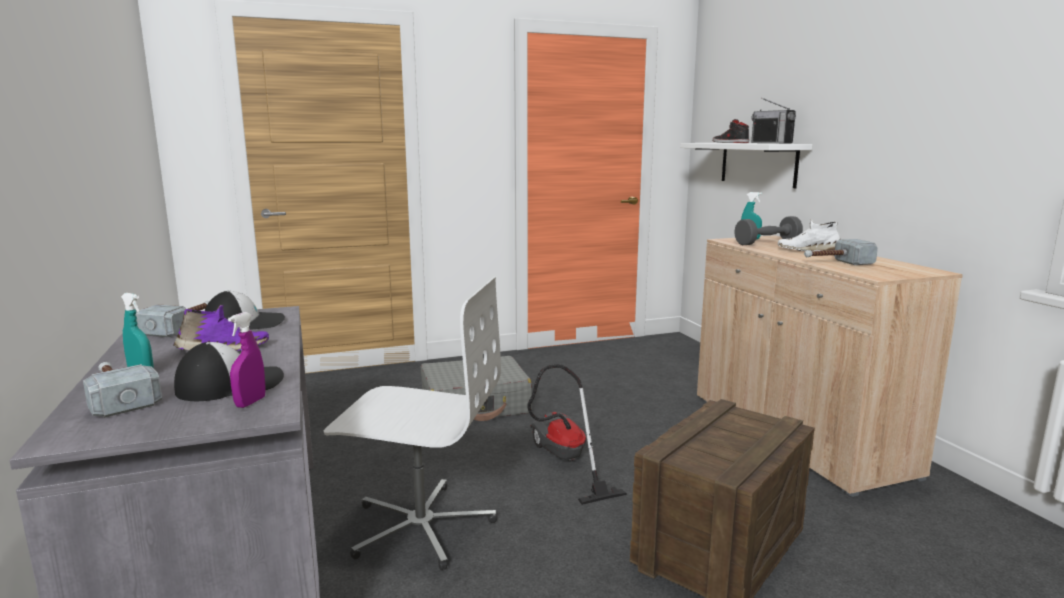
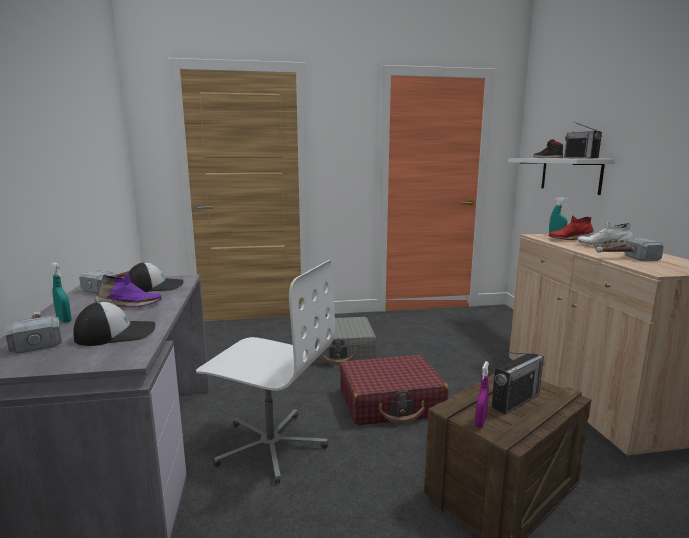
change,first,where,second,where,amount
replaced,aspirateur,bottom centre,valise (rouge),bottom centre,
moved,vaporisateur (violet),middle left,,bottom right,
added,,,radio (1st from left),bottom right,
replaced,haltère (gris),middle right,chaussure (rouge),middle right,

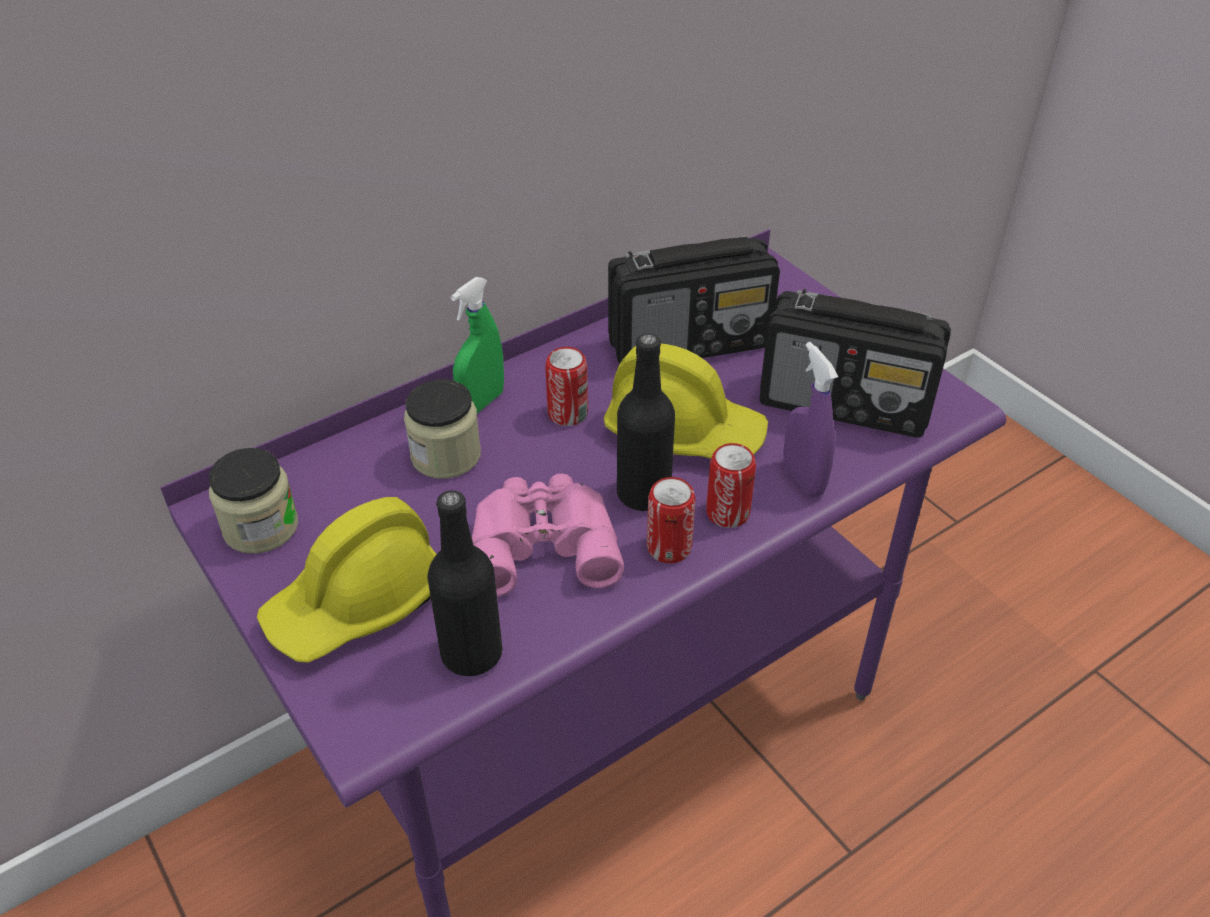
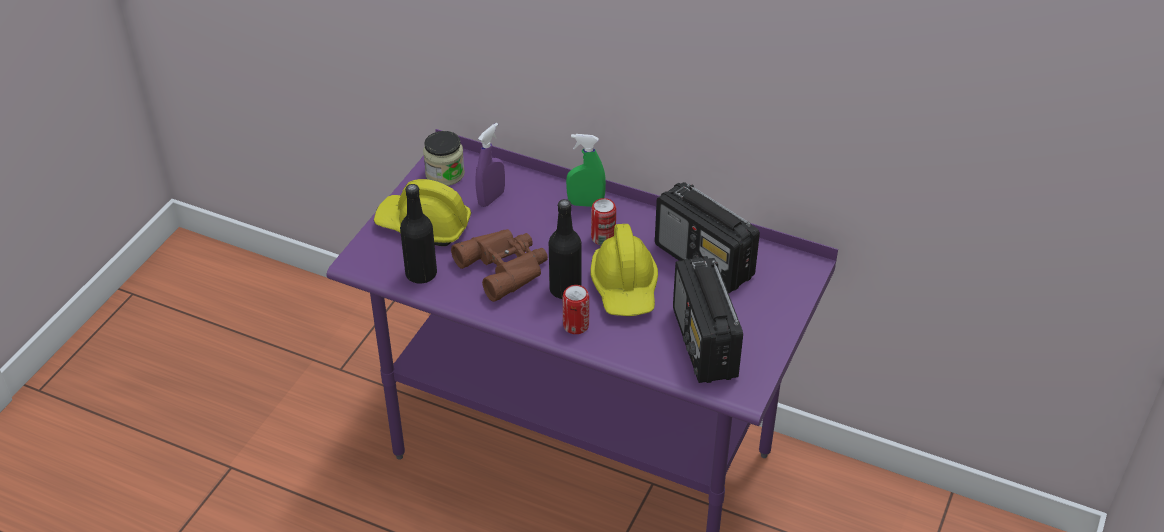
change,first,where,second,where,amount
recoloured,jumelles (rose),centre,jumelles (marron),centre,
moved,vaporisateur (violet),middle right,,top centre,
removed,bocal (2nd from left),centre,,,
removed,boîte métallique (2nd from left),centre,,,

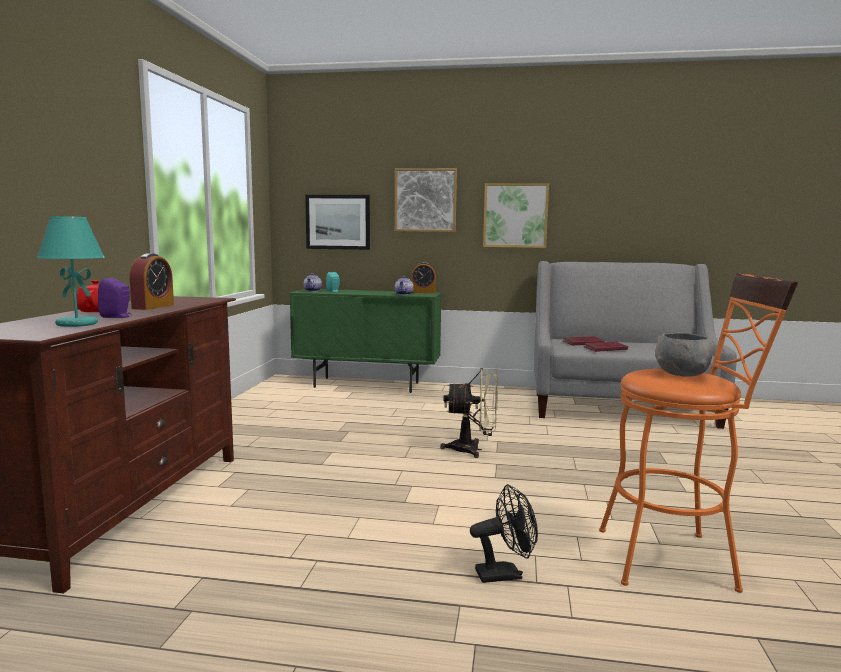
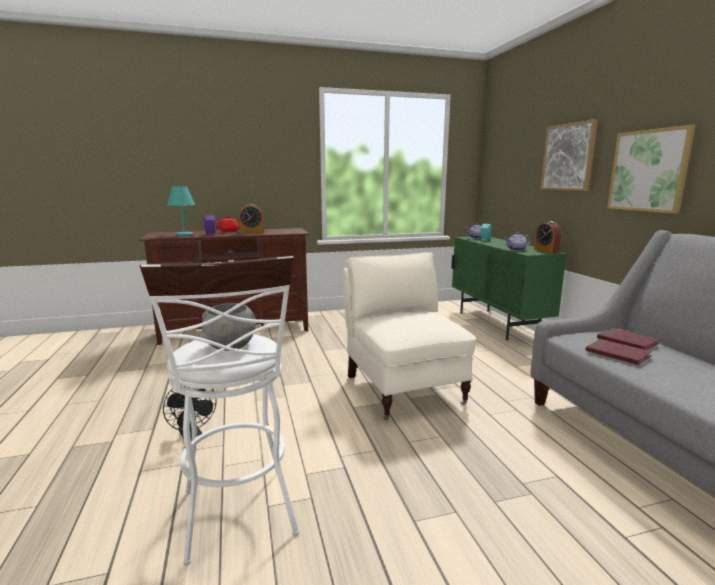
change,first,where,second,where,amount
recoloured,tabouret (orange),middle right,tabouret (blanc),bottom left,
replaced,ventilateur (beige),centre,fauteuil (beige),centre,
removed,tableau (1st from left),top centre,,,

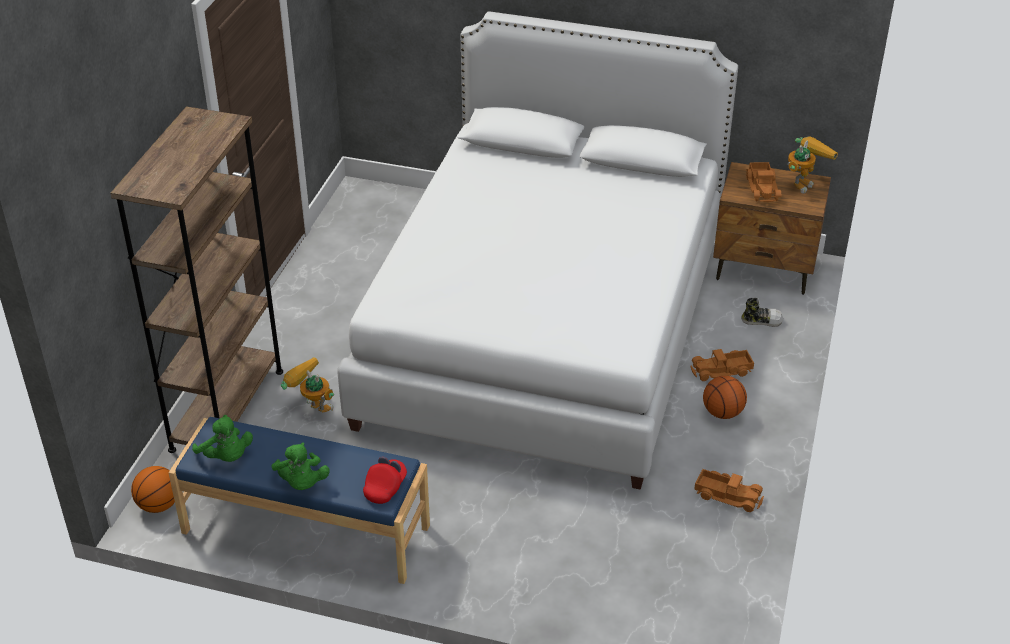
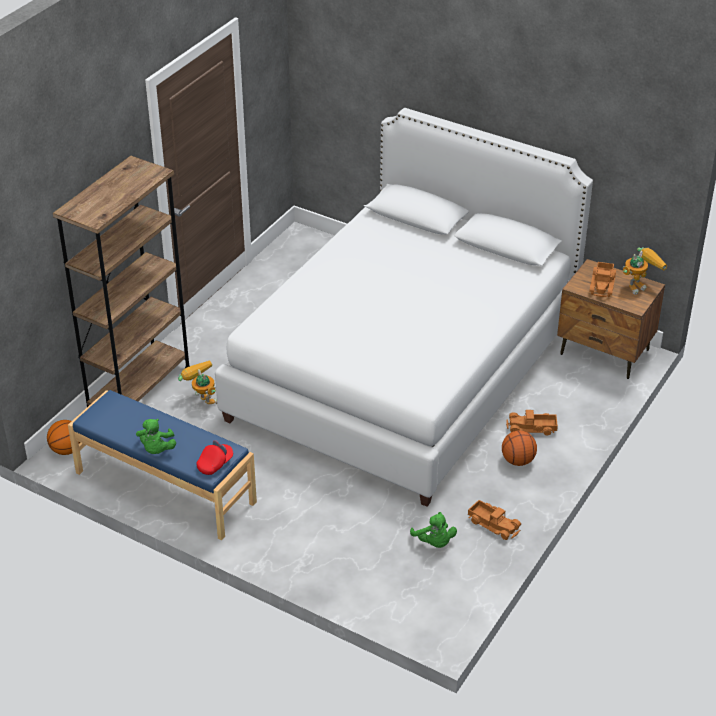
change,first,where,second,where,amount
moved,peluche (vert) (1st from left in the first image),bottom left,peluche (vert) (2nd from left),bottom centre,
removed,chaussure,middle right,,,

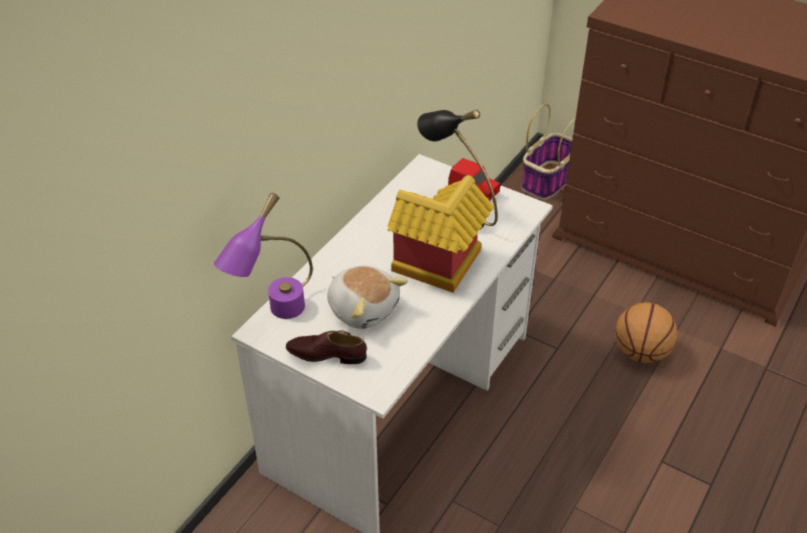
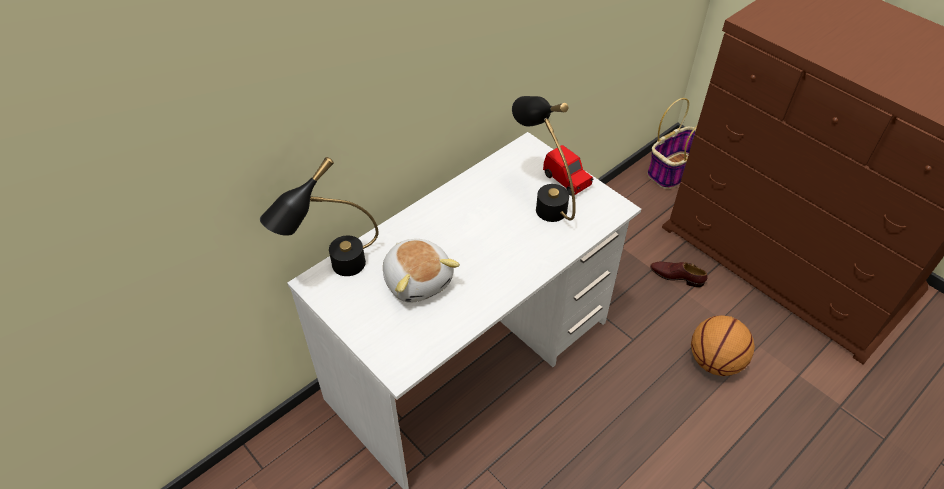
change,first,where,second,where,amount
recoloured,lampe de table (violet),middle left,lampe de table (noir) (1st from left),centre,
moved,chaussure (marron),centre,,middle right,
removed,maison miniature,centre,,,

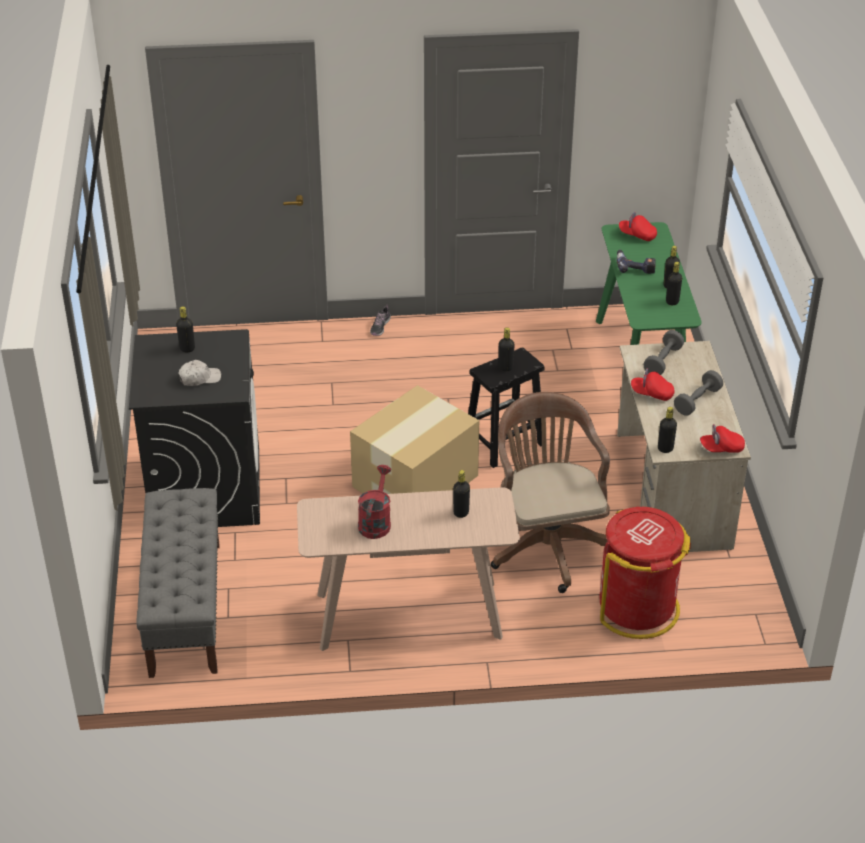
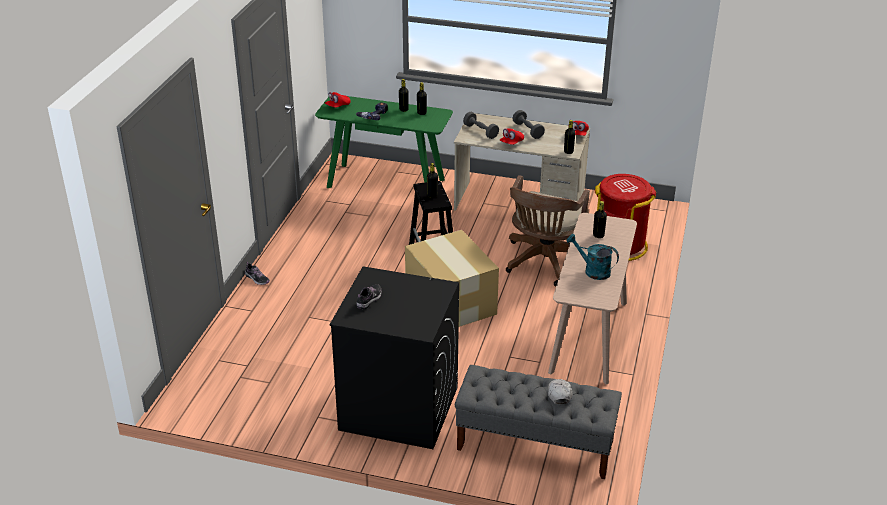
change,first,where,second,where,amount
replaced,bouteille (noir) (1st from left),middle left,chaussure (2nd from left),centre,
turned,chaise de bureau (marron),centre,,centre,75 degrees counterclockwise
moved,casquette (blanc),middle left,,bottom centre,
recoloured,arrosoir (rouge),centre,arrosoir (turquoise),middle right,

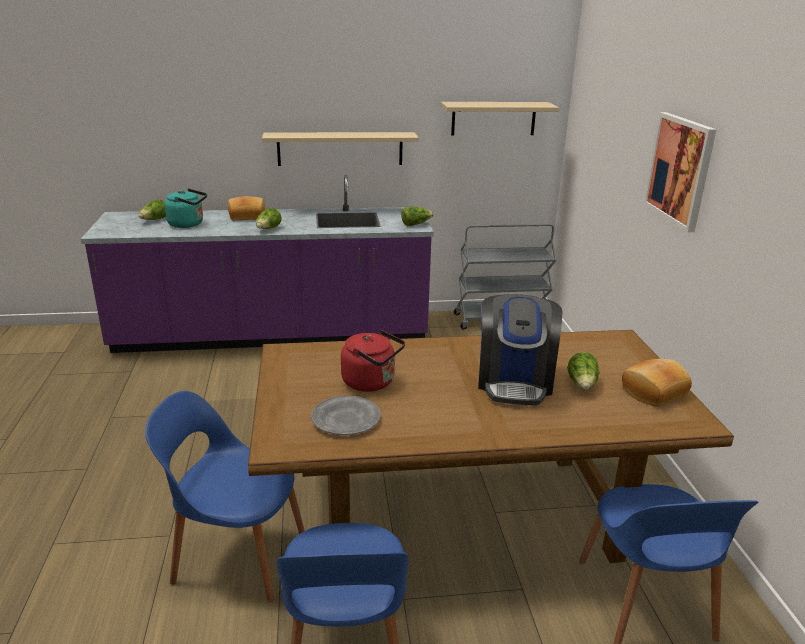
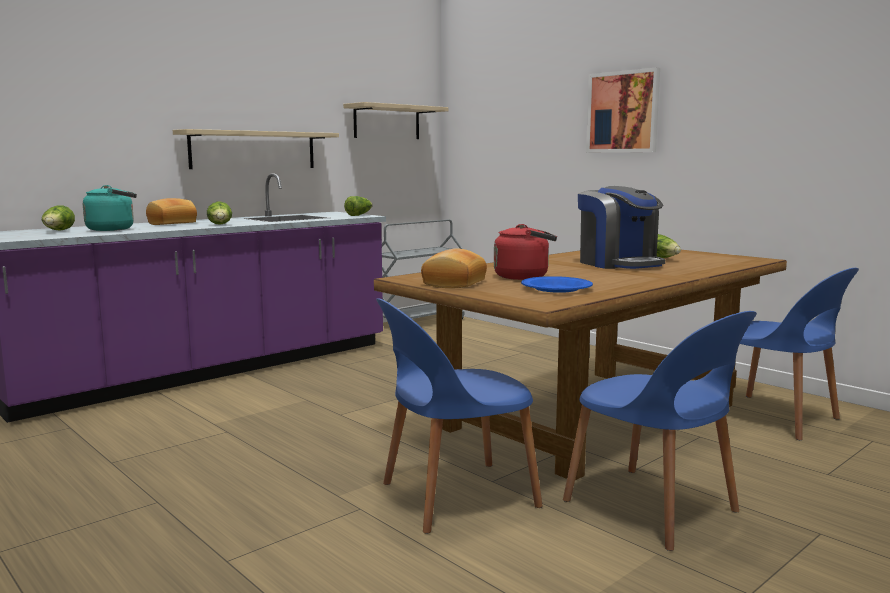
change,first,where,second,where,amount
moved,pain (2nd from left),middle right,,centre,
recoloured,assiette (gris),centre,assiette (bleu),centre,

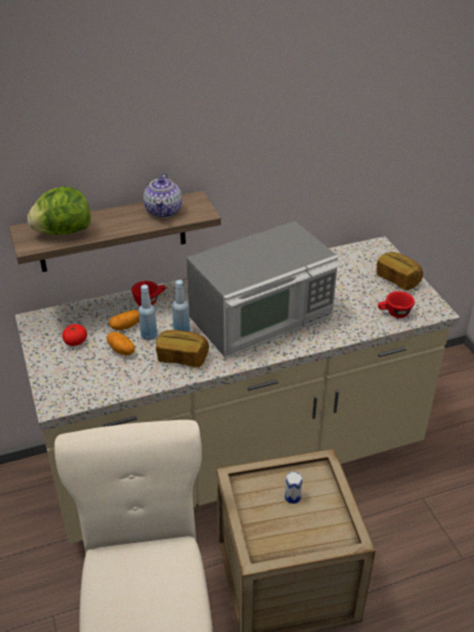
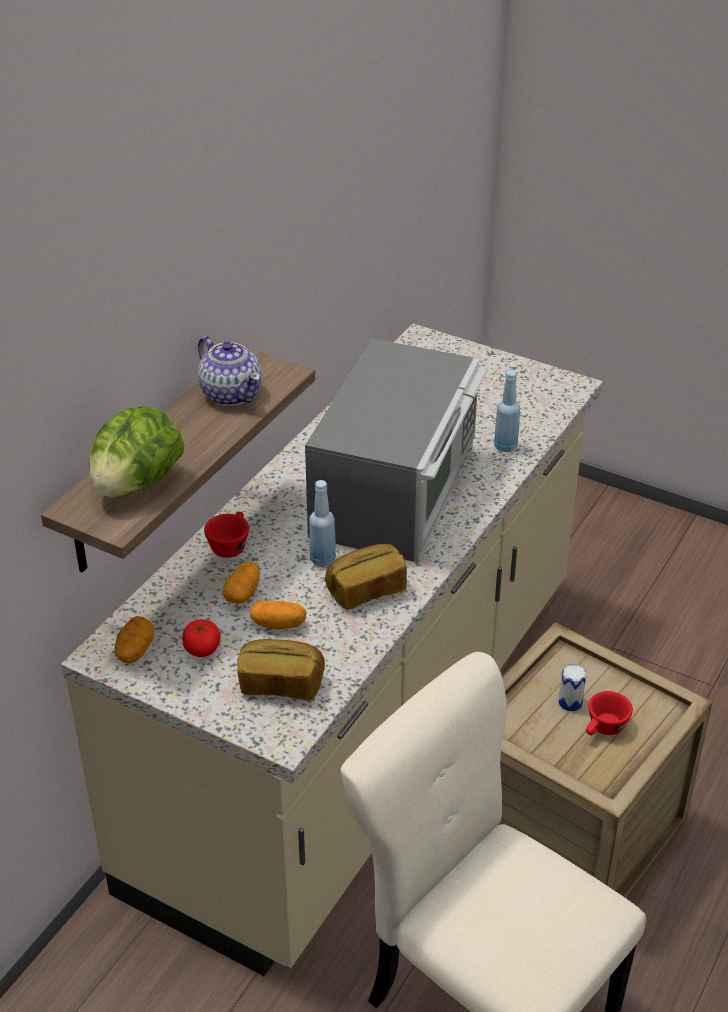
change,first,where,second,where,amount
added,,,pomme de terre (1st from left),middle left,
moved,pain (2nd from left in the first image),middle right,pain (1st from left),centre,
moved,bouteille (bleu) (1st from left in the first image),middle left,bouteille (bleu) (2nd from left),middle right,
moved,tasse (rouge) (2nd from left),middle right,,bottom right,

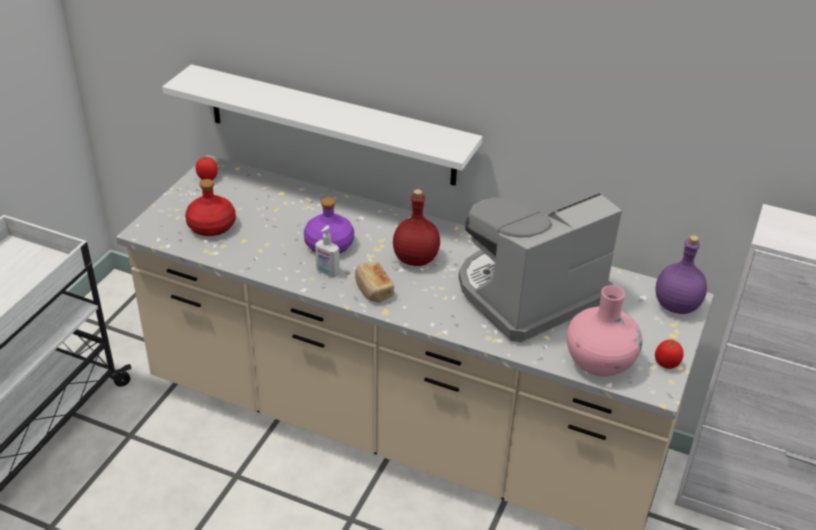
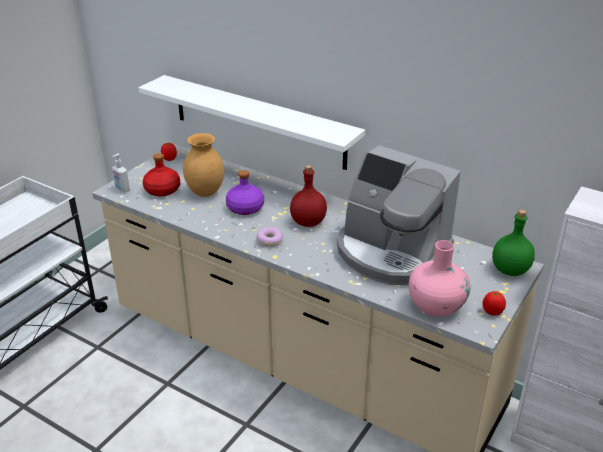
change,first,where,second,where,amount
moved,distributeur de savon,centre,,middle left,
added,,,vase (marron),centre,
replaced,pain,centre,beignet,centre,
turned,machine à café,centre,,centre,120 degrees counterclockwise
recoloured,bouteille (violet) (2nd from left),middle right,bouteille (vert),middle right,

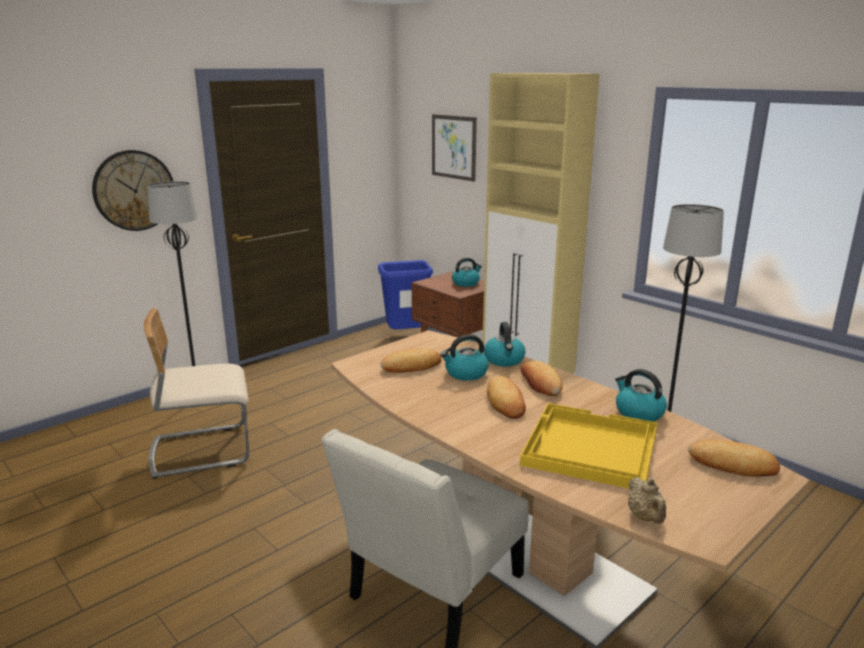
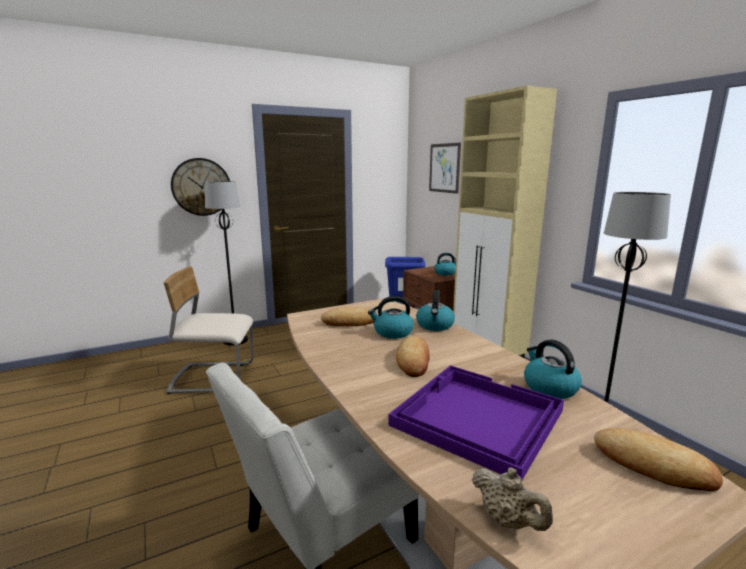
change,first,where,second,where,amount
recoloured,plateau (jaune),bottom right,plateau (violet),bottom centre,
turned,théière (beige),bottom right,,bottom right,45 degrees counterclockwise
removed,pain (3rd from left),centre,,,

